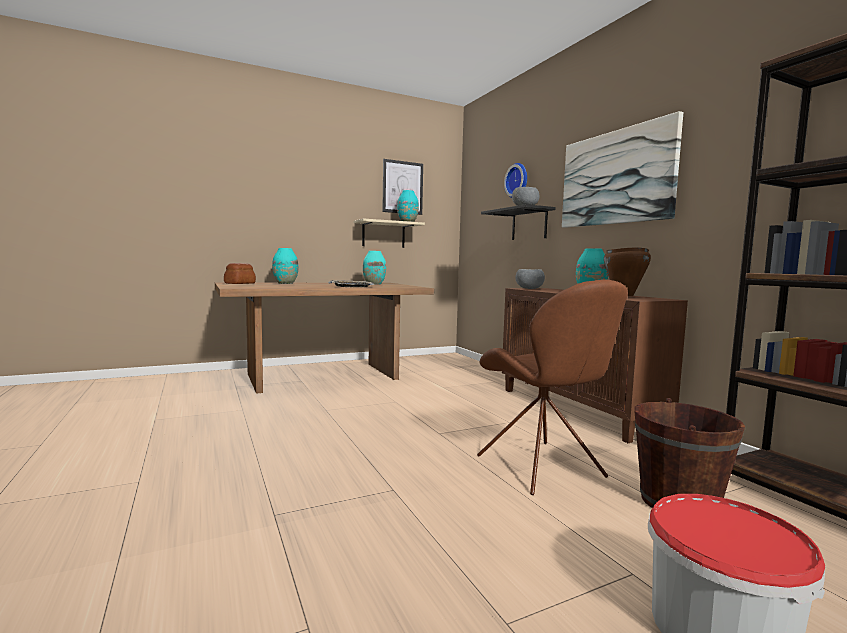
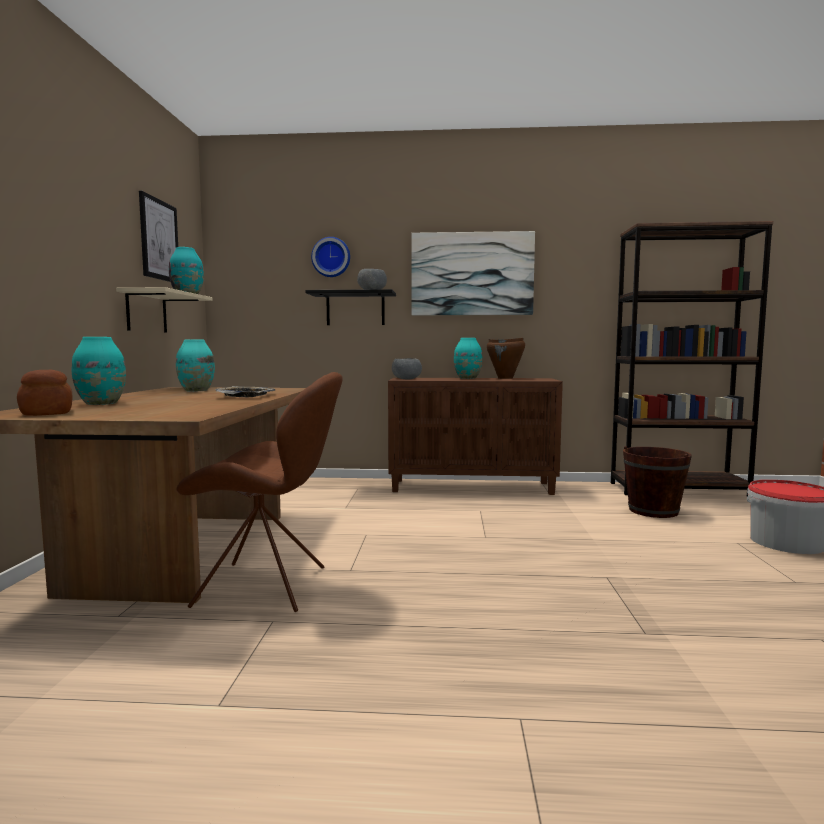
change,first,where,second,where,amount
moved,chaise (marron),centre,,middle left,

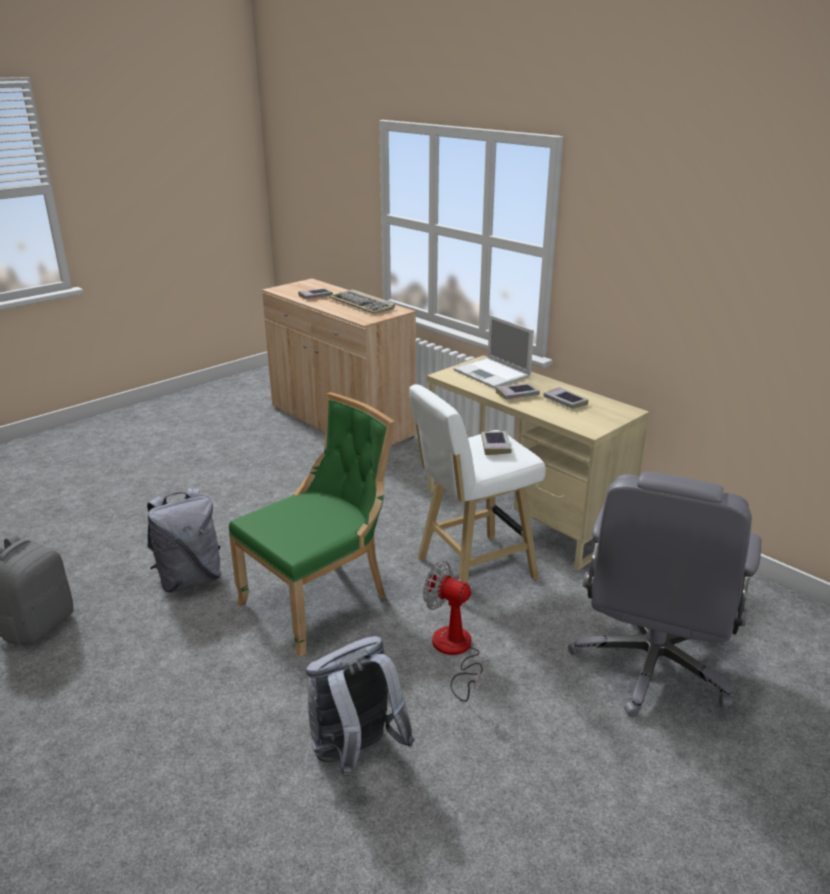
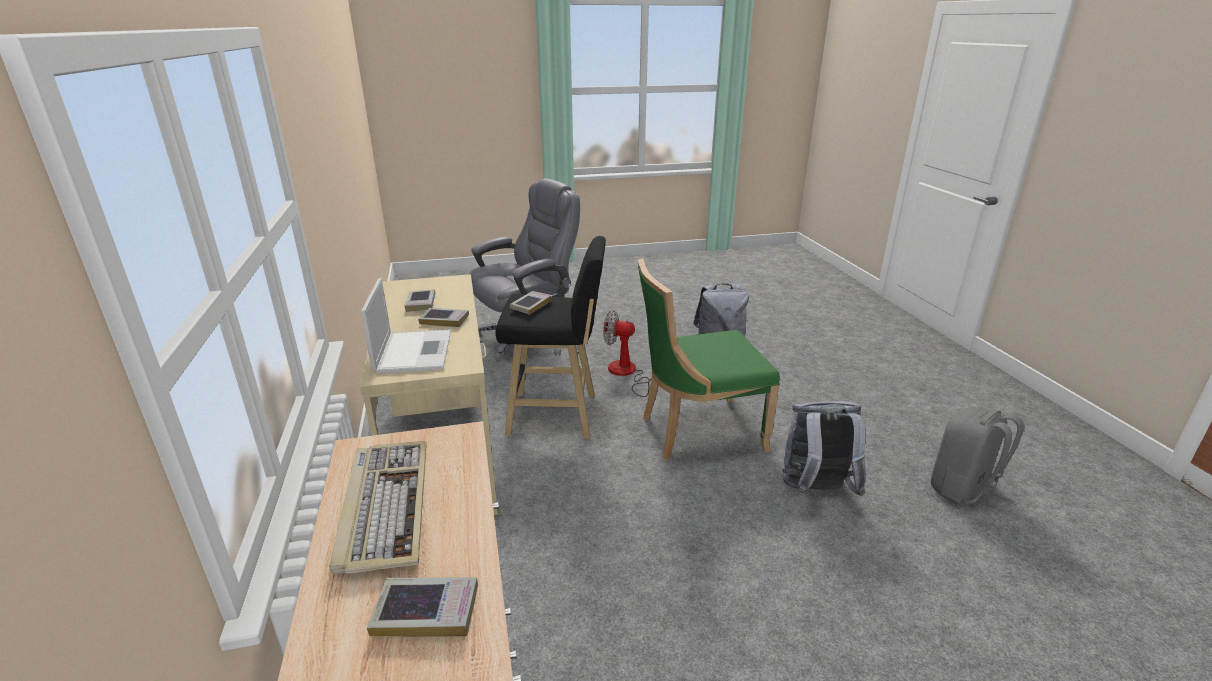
change,first,where,second,where,amount
recoloured,tabouret (blanc),centre,tabouret (noir),centre,
turned,ventilateur,bottom centre,,centre,135 degrees clockwise

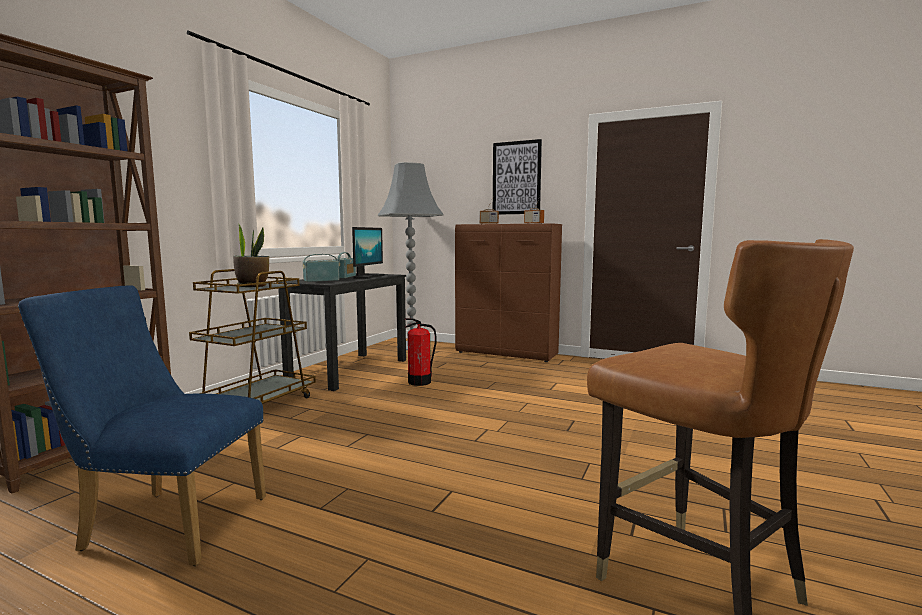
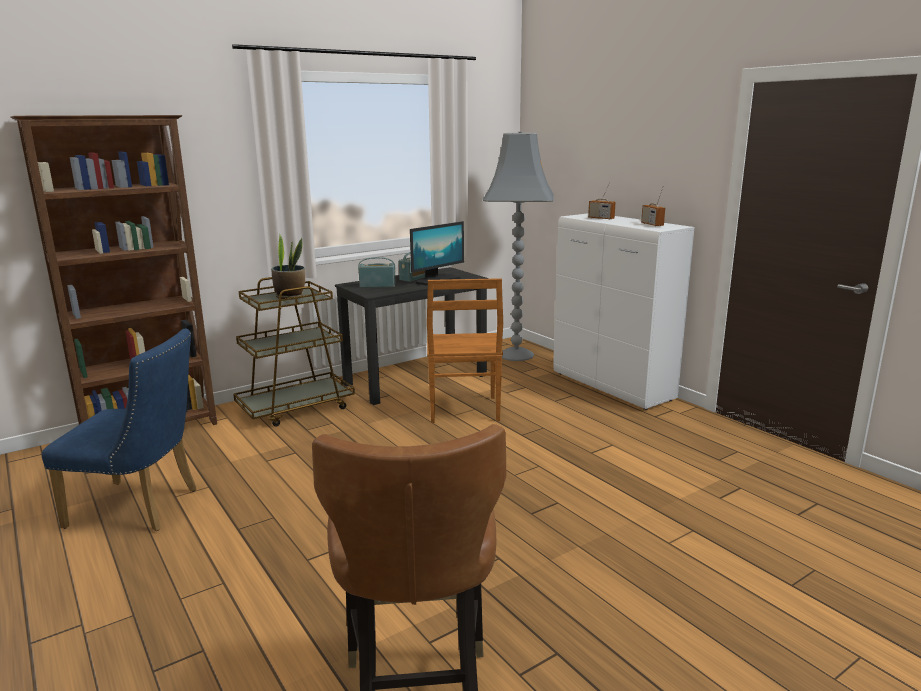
change,first,where,second,where,amount
turned,chaise (bleu),bottom left,,middle left,150 degrees clockwise
replaced,extincteur,centre,chaise (marron) (2nd from left),centre,
recoloured,meuble de rangement (marron),centre,meuble de rangement (blanc),middle right,
removed,tableau,top centre,,,

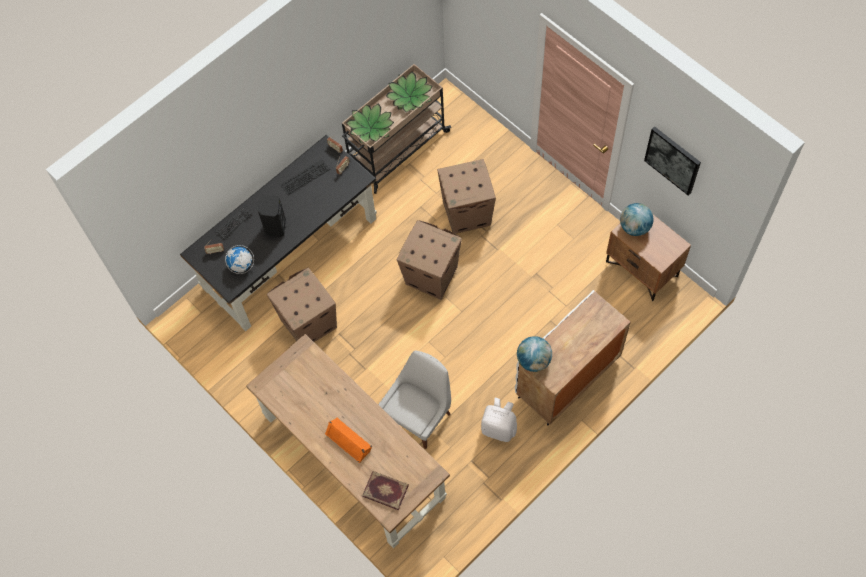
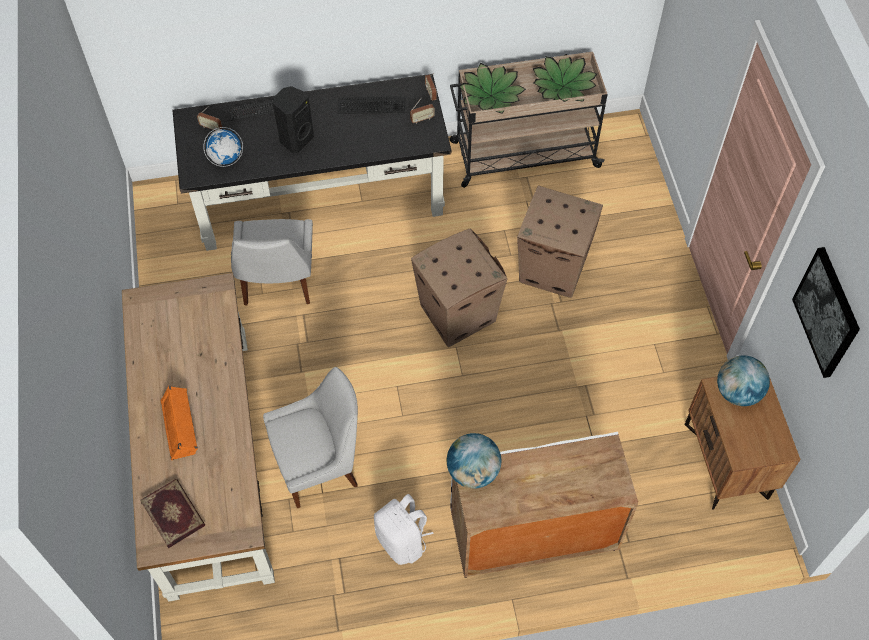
change,first,where,second,where,amount
replaced,carton (1st from left),centre,chaise (blanc) (1st from left),middle left,

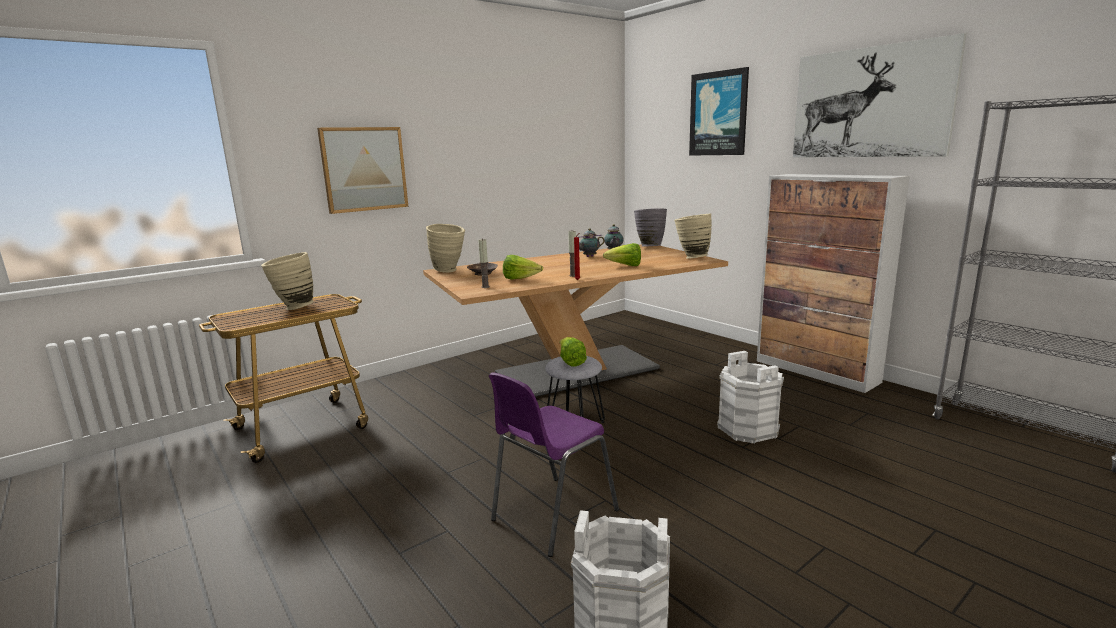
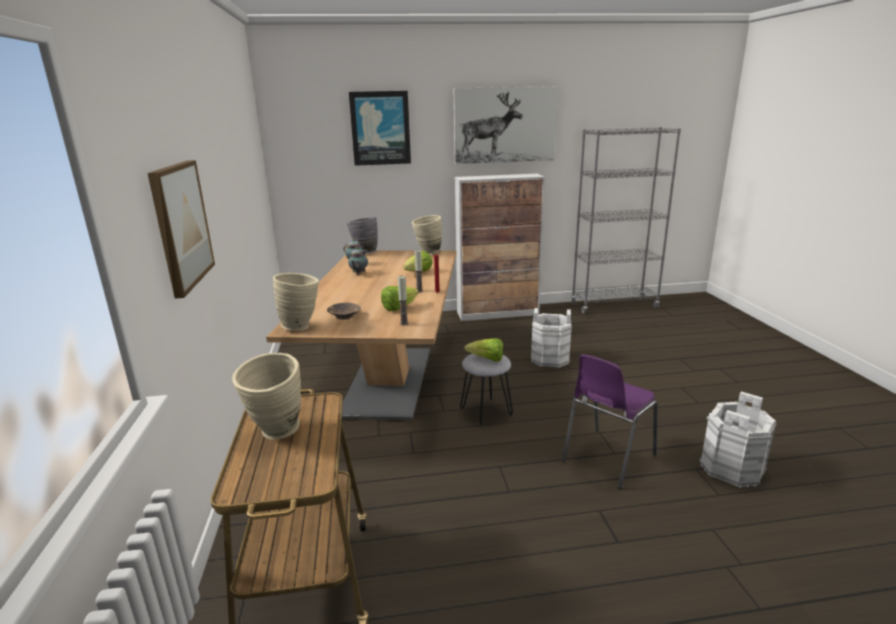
change,first,where,second,where,amount
turned,chaise (violet),bottom centre,,bottom right,60 degrees clockwise

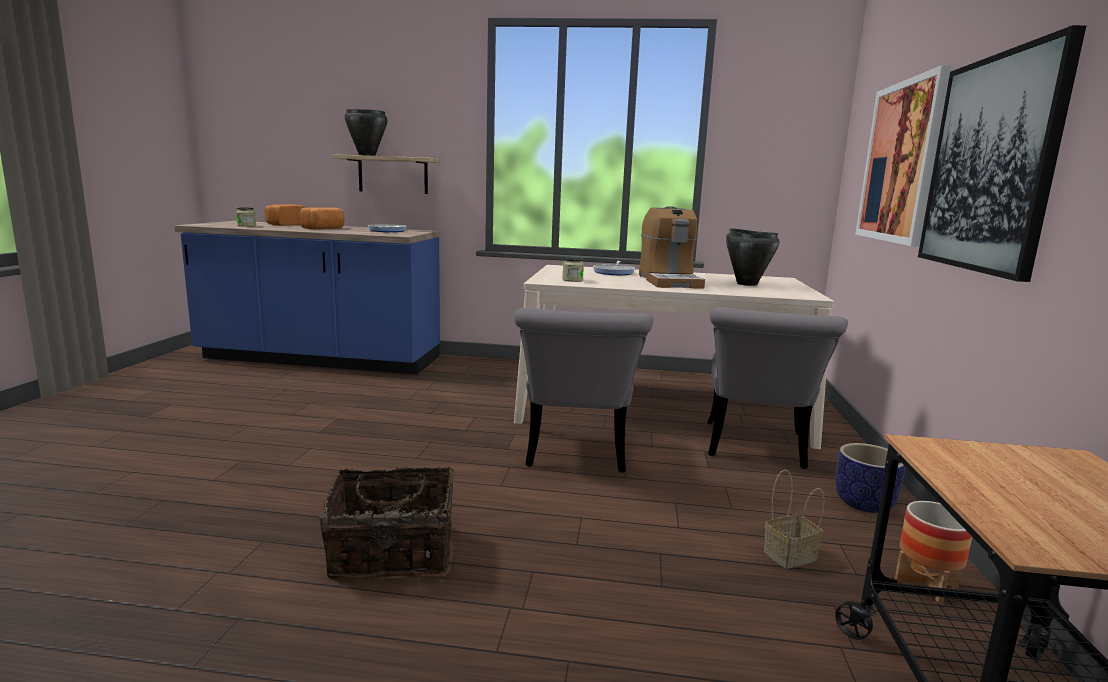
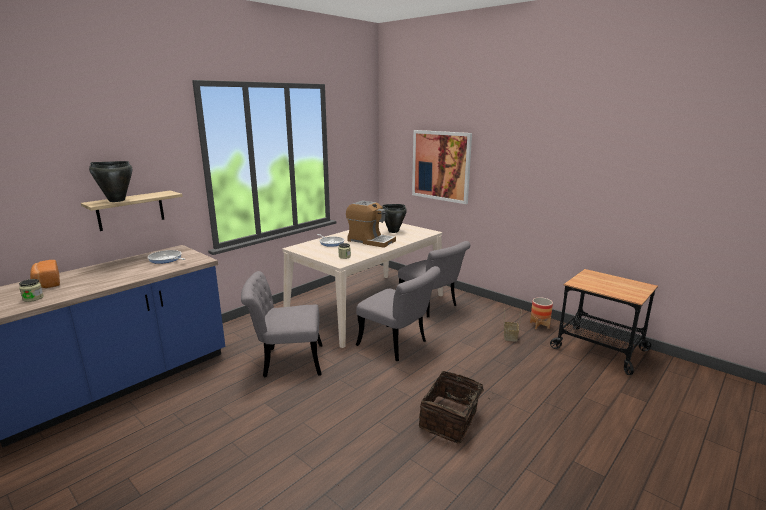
change,first,where,second,where,amount
added,,,chaise (gris) (1st from left),centre,
removed,pain (2nd from left),top left,,,
removed,cache-pot (1st from left),bottom right,,,
removed,tableau (2nd from left),top right,,,

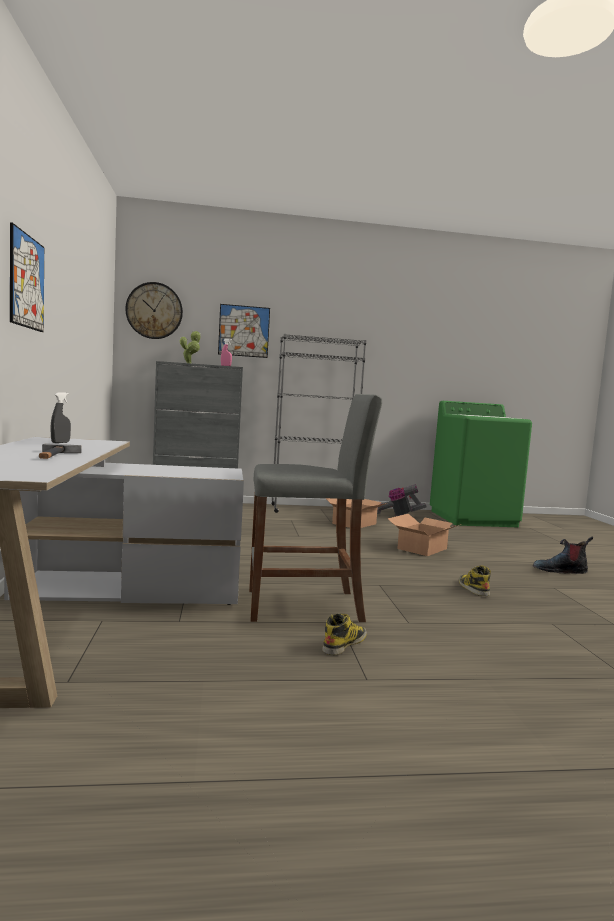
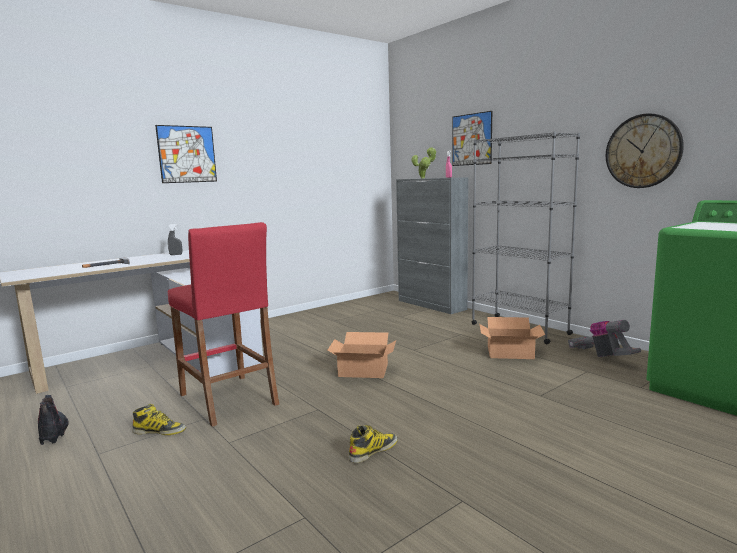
change,first,where,second,where,amount
moved,botte (3rd from left in the first image),middle right,botte (1st from left),bottom left,
recoloured,tabouret (gris),centre,tabouret (rouge),middle left,
moved,carton (2nd from left in the first image),middle right,carton (1st from left),centre,
moved,horloge murale,middle left,,top right,

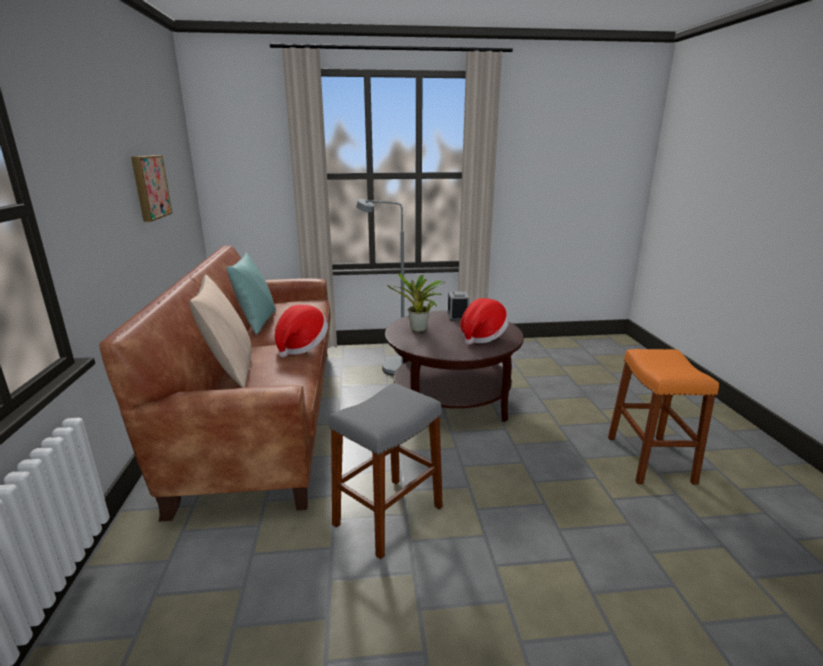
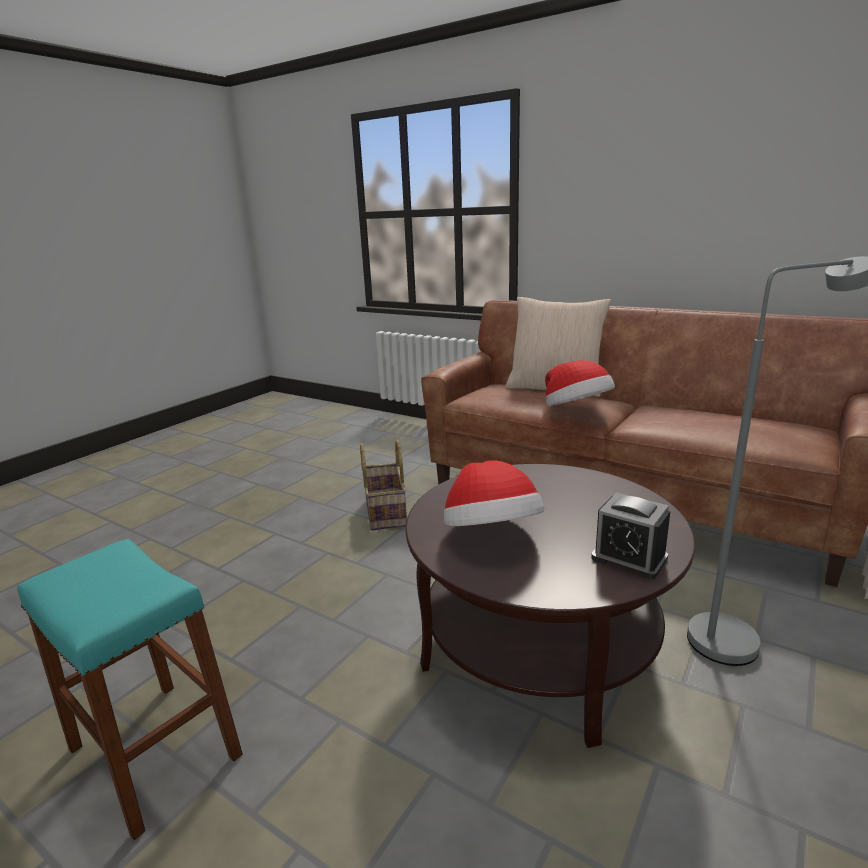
change,first,where,second,where,amount
recoloured,tabouret (orange),middle right,tabouret (turquoise),bottom left,
replaced,tabouret (gris),bottom centre,panier,centre,
removed,tableau,top left,,,
removed,coussin (turquoise),middle left,,,
removed,plante en pot,centre,,,

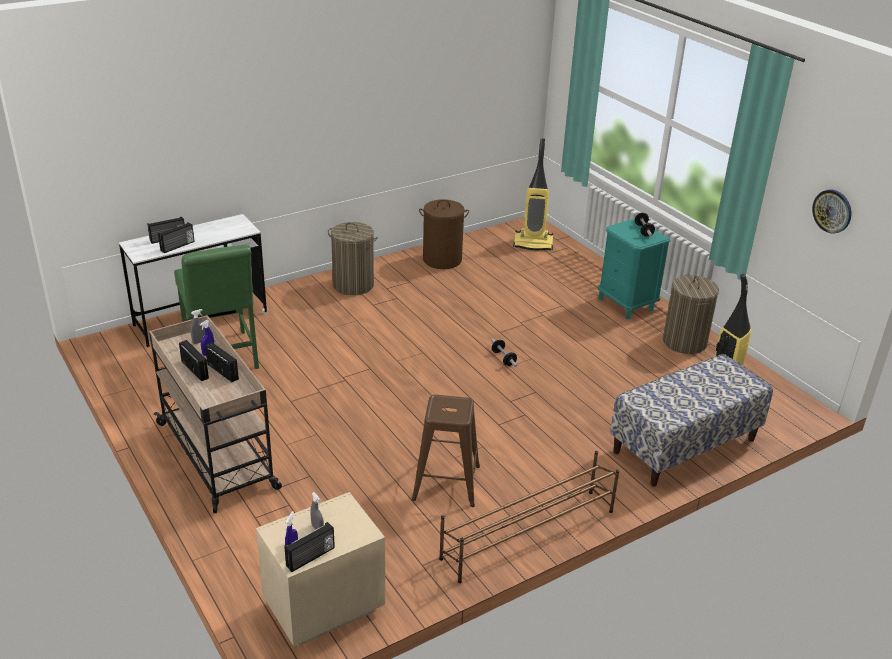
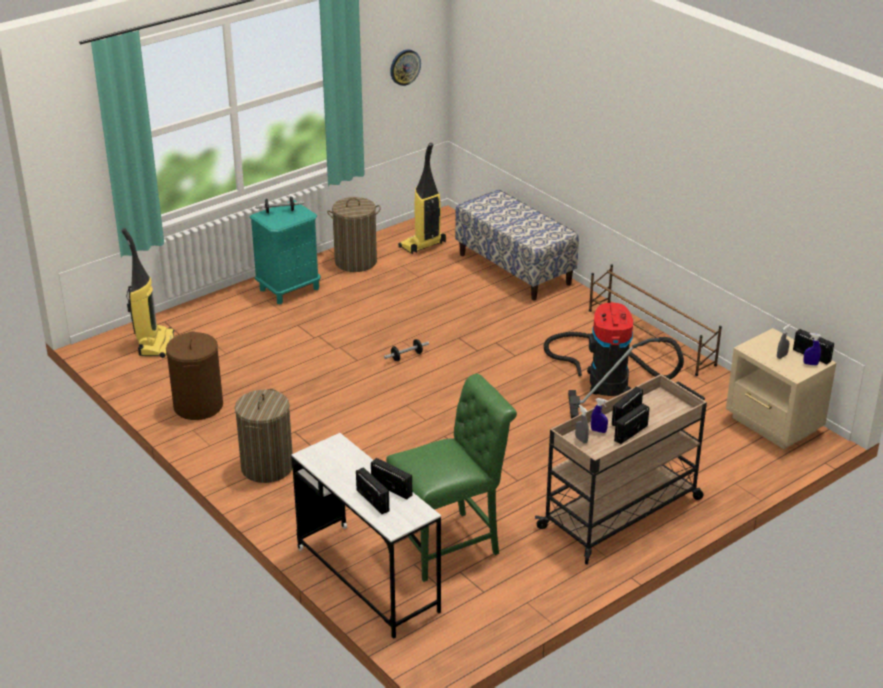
change,first,where,second,where,amount
replaced,tabouret (marron),bottom centre,aspirateur (3rd from left),middle right,

